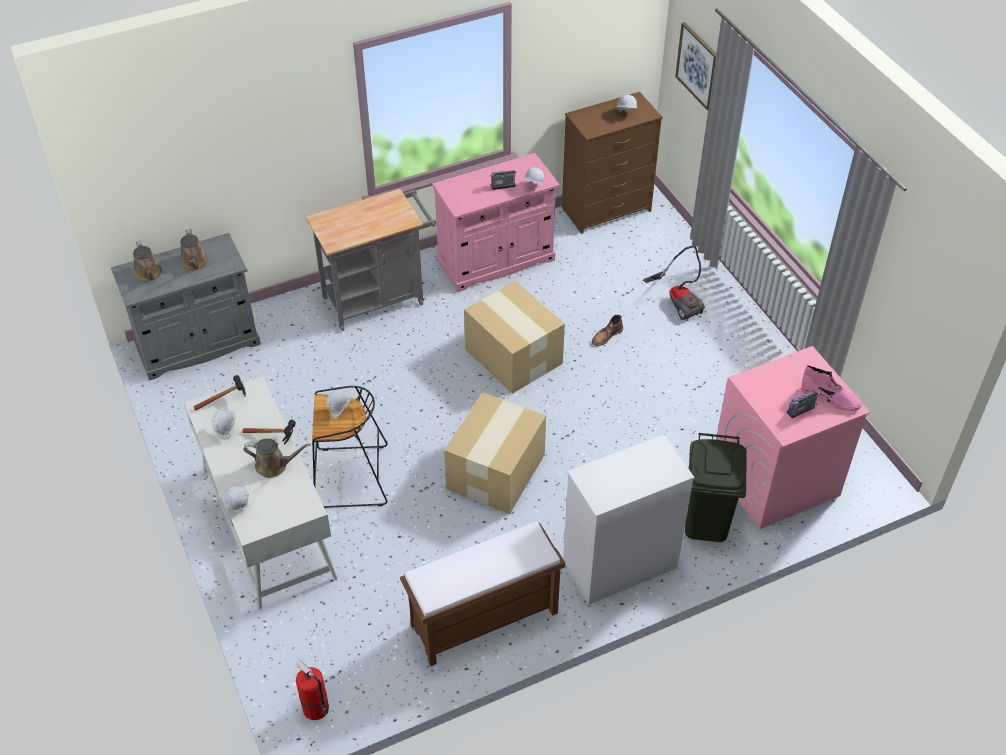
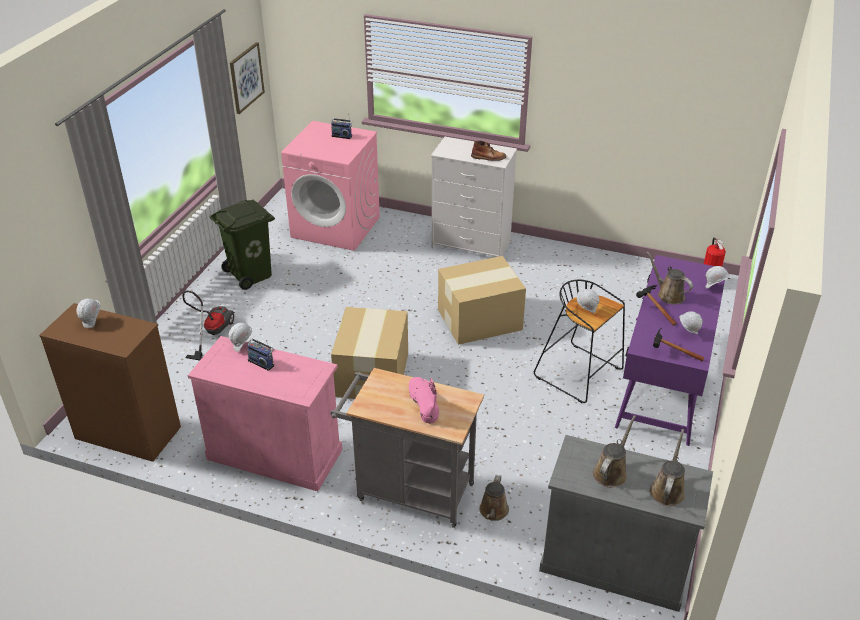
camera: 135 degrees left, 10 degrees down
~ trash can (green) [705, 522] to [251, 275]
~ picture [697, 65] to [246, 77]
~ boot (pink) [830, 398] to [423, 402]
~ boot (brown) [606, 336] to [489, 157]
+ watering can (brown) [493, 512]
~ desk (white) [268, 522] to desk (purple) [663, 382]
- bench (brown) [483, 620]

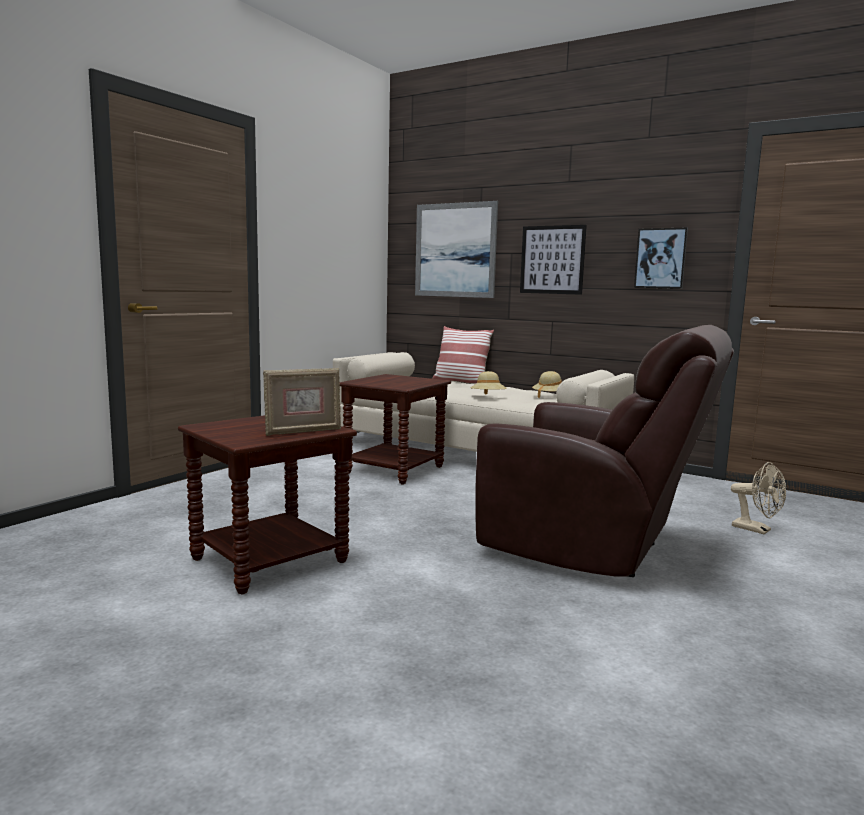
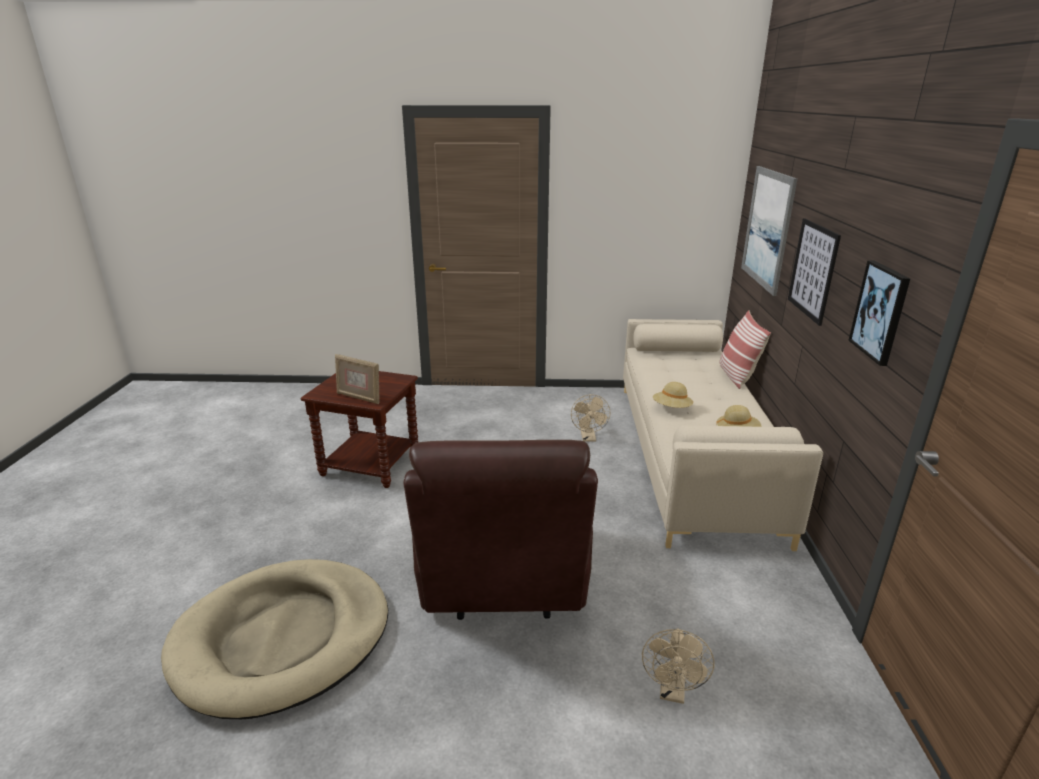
camera: 60 degrees right, 15 degrees up
+ dog bed (beige) [283, 639]
~ side table (brown) [393, 470] to fan (beige) [588, 438]

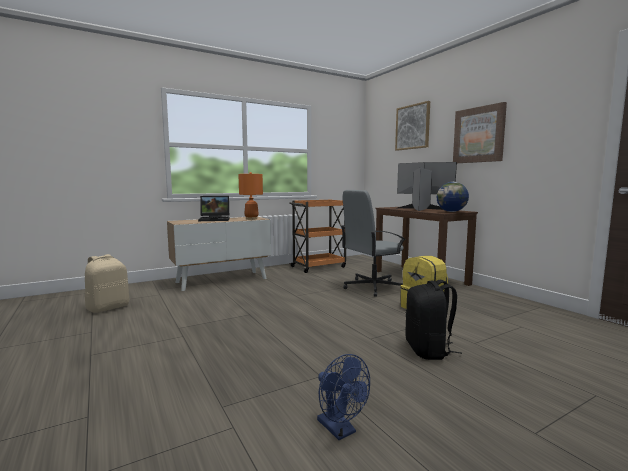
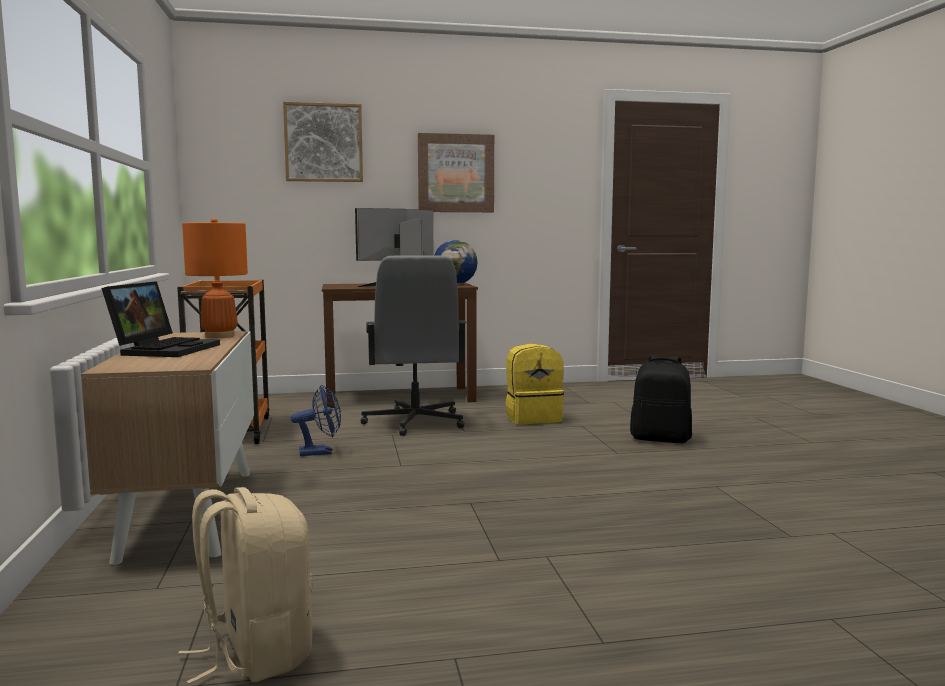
camera: 70 degrees left, 0 degrees up
~ fan (blue) [340, 430] to [321, 452]

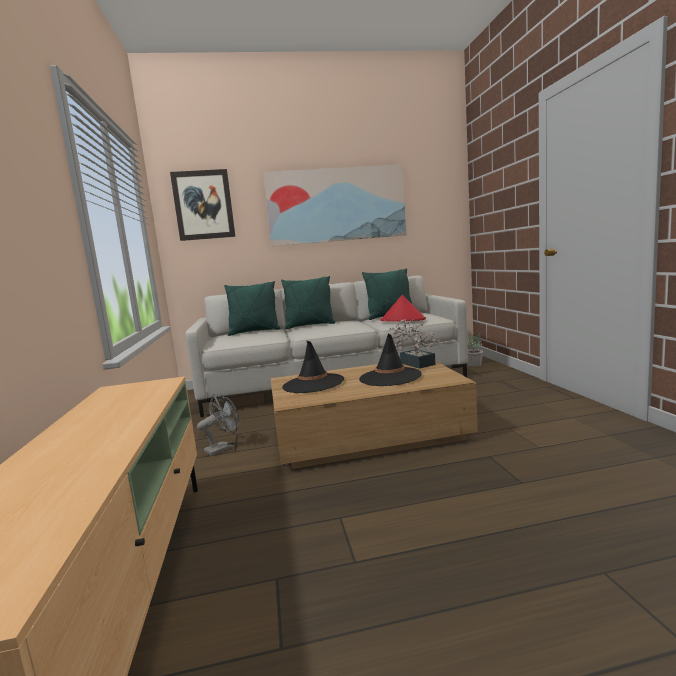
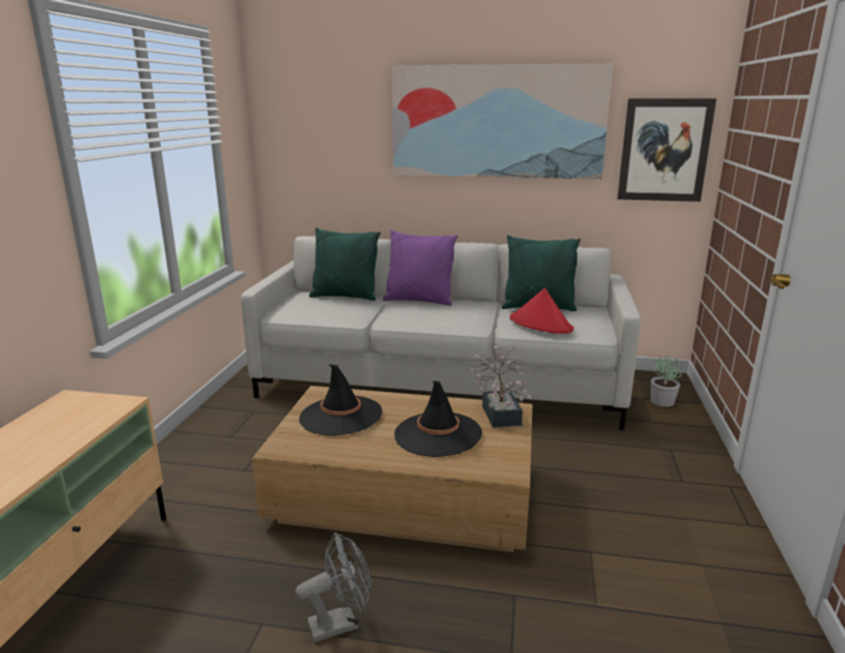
camera: 20 degrees right, 10 degrees up
~ fan (grey) [223, 448] to [341, 623]
~ pillow (green) [310, 325] to pillow (purple) [419, 301]
~ picture [203, 205] to [664, 150]

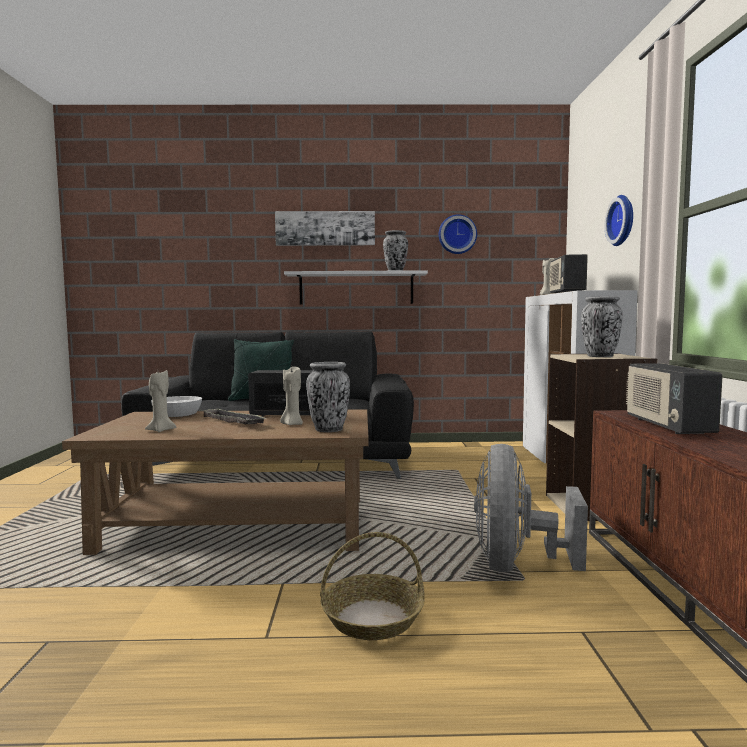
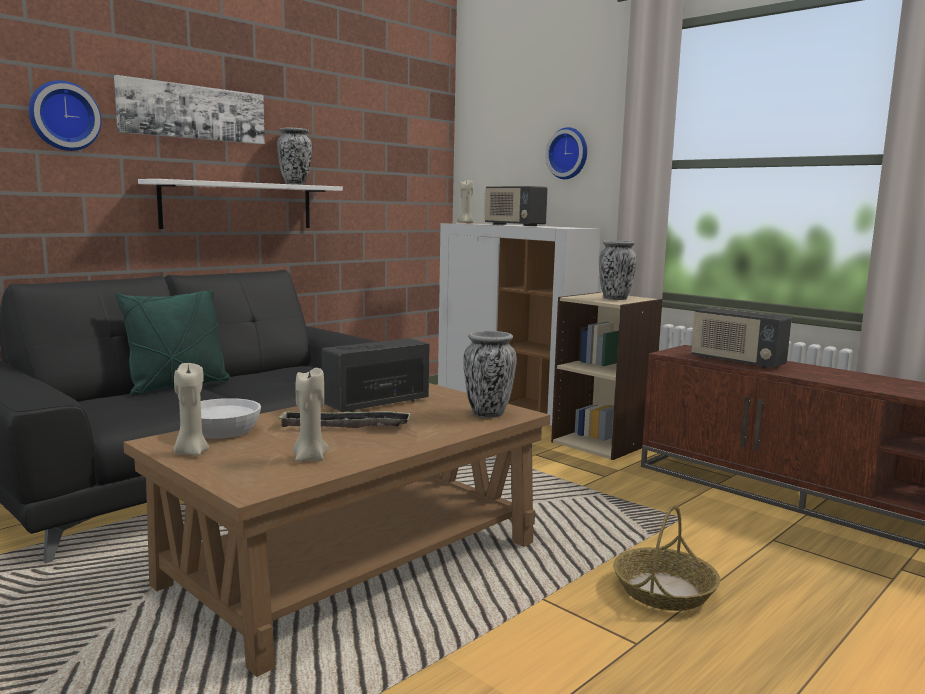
camera: 45 degrees left, 5 degrees up
~ wall clock [457, 234] to [63, 116]
~ candle (beige) [292, 424] to [191, 452]
- fan (grey) [516, 565]

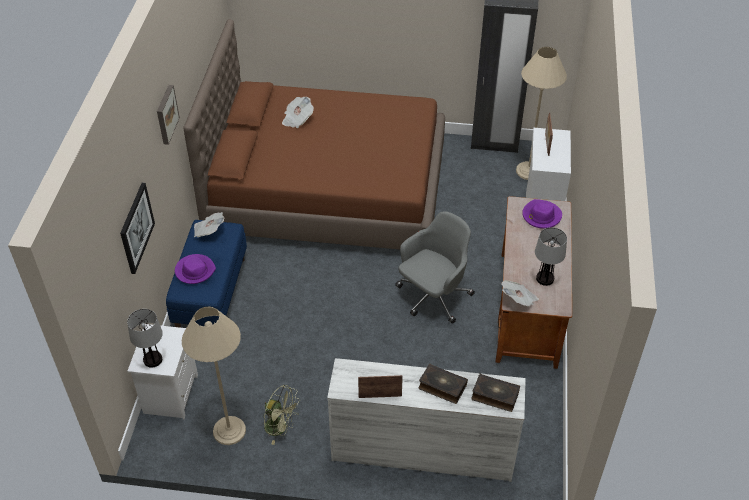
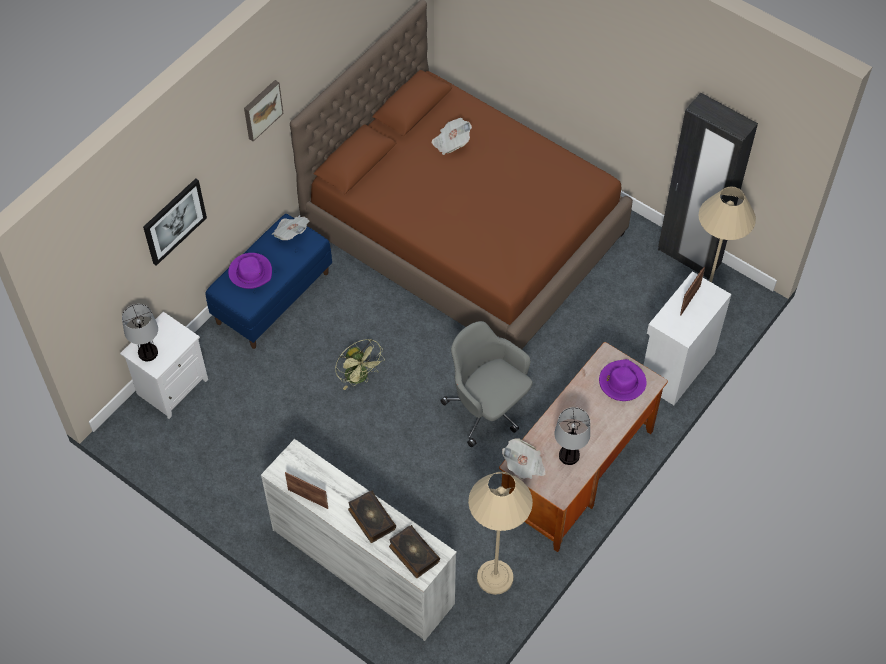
camera: 30 degrees right, 10 degrees up
~ fan (green) [280, 428] to [360, 377]
~ office chair (grey) [433, 297] = [488, 409] 120 degrees counterclockwise
~ floor lamp (beige) [229, 431] to [495, 577]

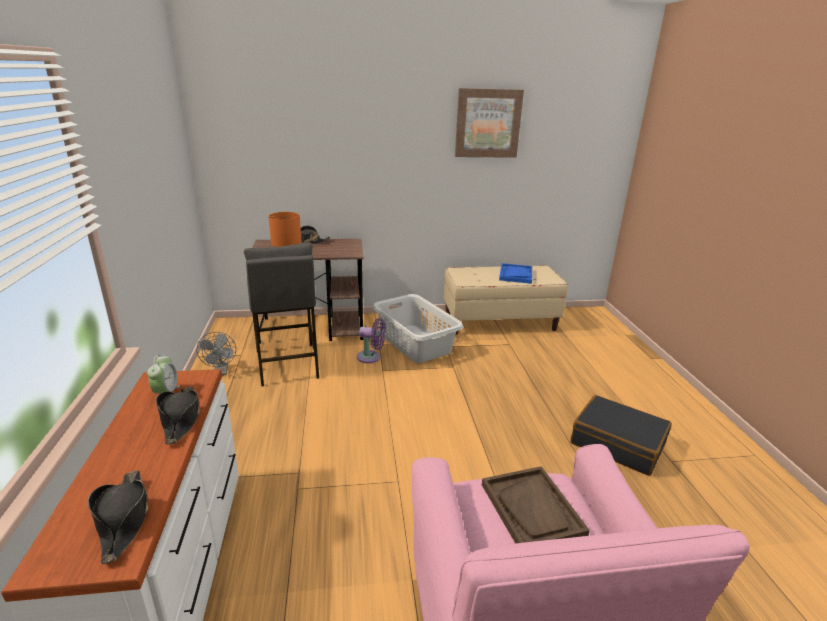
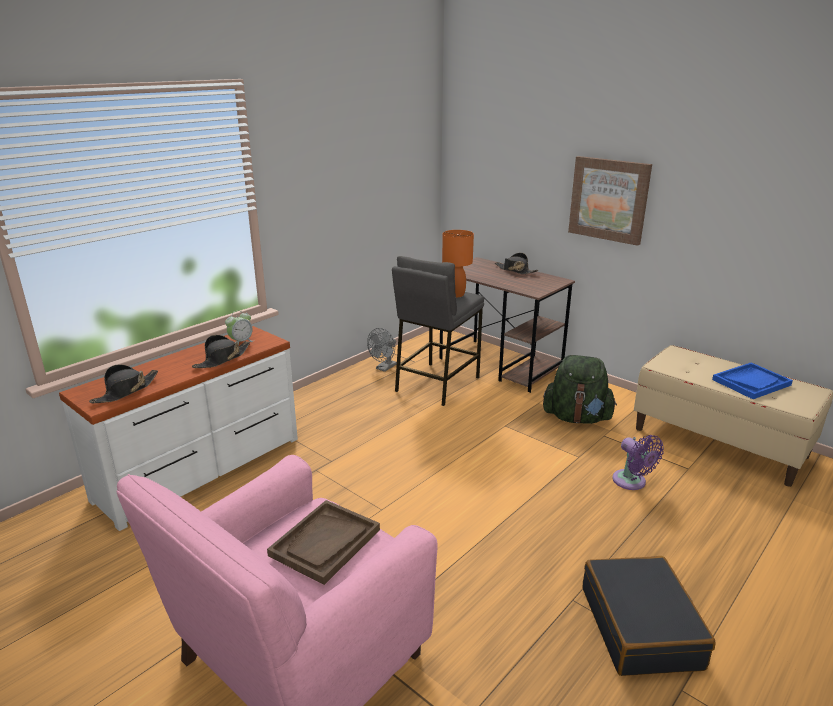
camera: 50 degrees right, 0 degrees up
~ laundry basket (grey) [415, 343] to backpack (green) [577, 418]
~ picture [487, 123] to [609, 199]
~ fan (purple) [371, 357] to [631, 482]

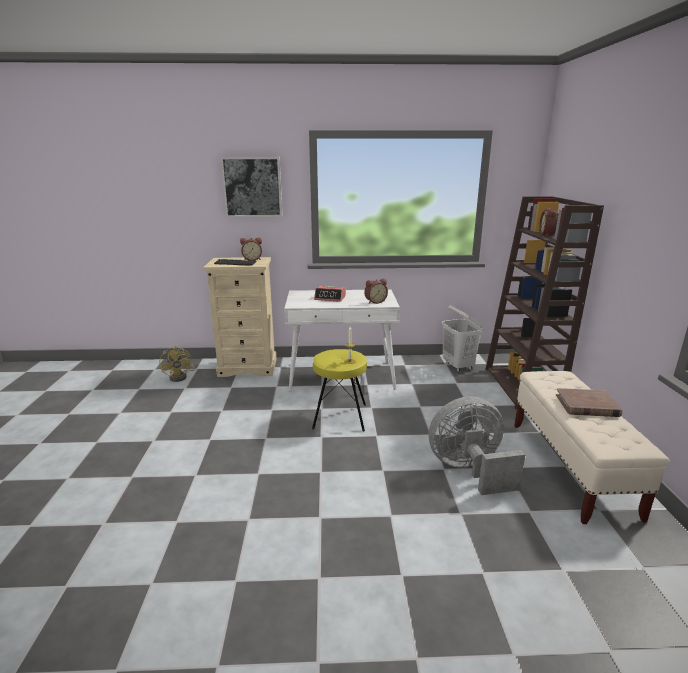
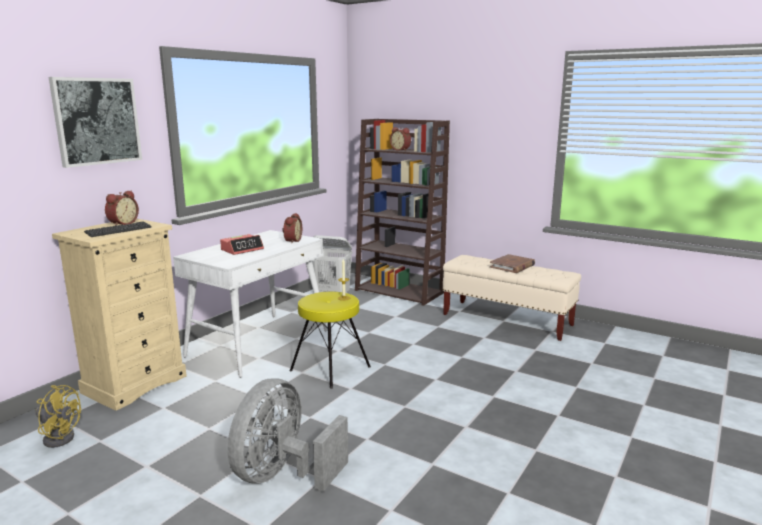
camera: 55 degrees left, 5 degrees down
~ fan (grey) [469, 470] to [283, 475]

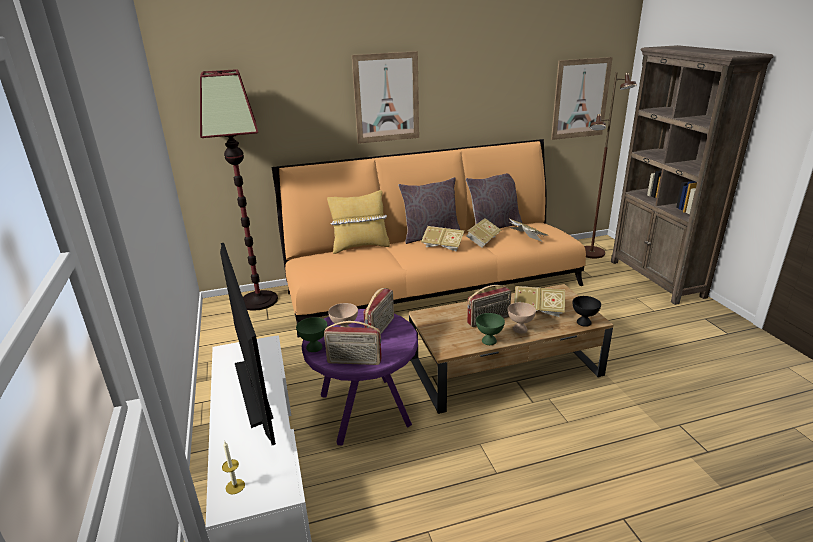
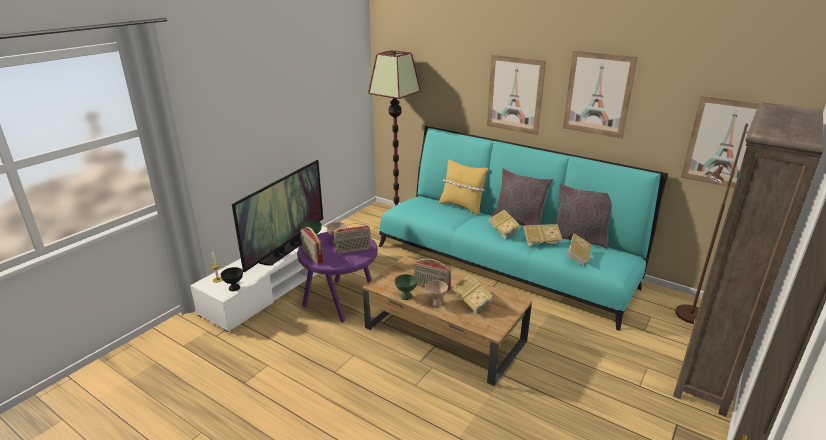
camera: 50 degrees right, 0 degrees up
~ bowl (black) [584, 322] to [234, 288]
~ sofa (orange) [433, 285] to sofa (turquoise) [504, 263]
+ picture [598, 94]

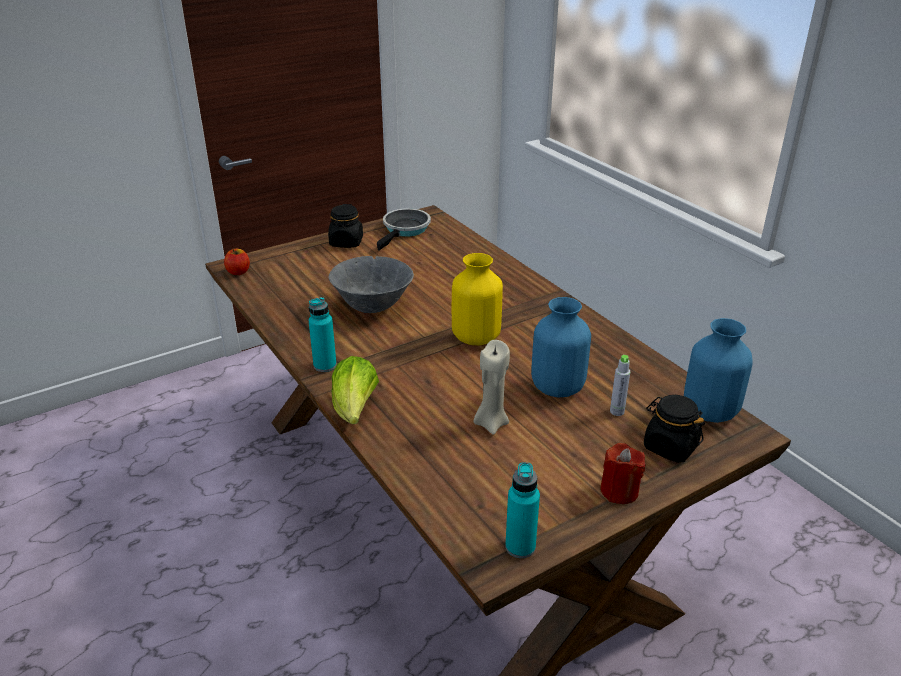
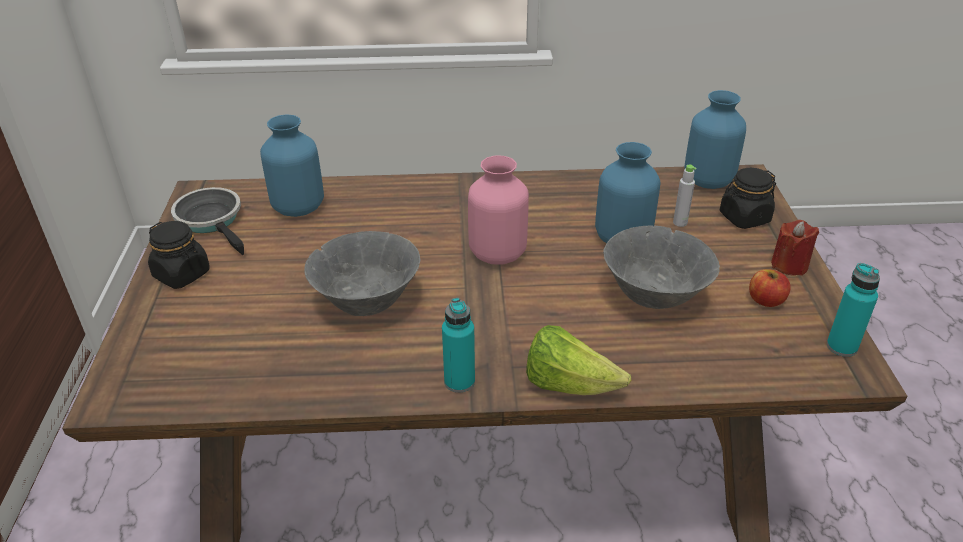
camera: 60 degrees left, 5 degrees up
+ vase (blue) [298, 207]
~ vase (yellow) [475, 337] to vase (pink) [497, 254]
~ candle (beige) [491, 423] to bowl (grey) [653, 298]
~ apple [238, 272] to [766, 300]

